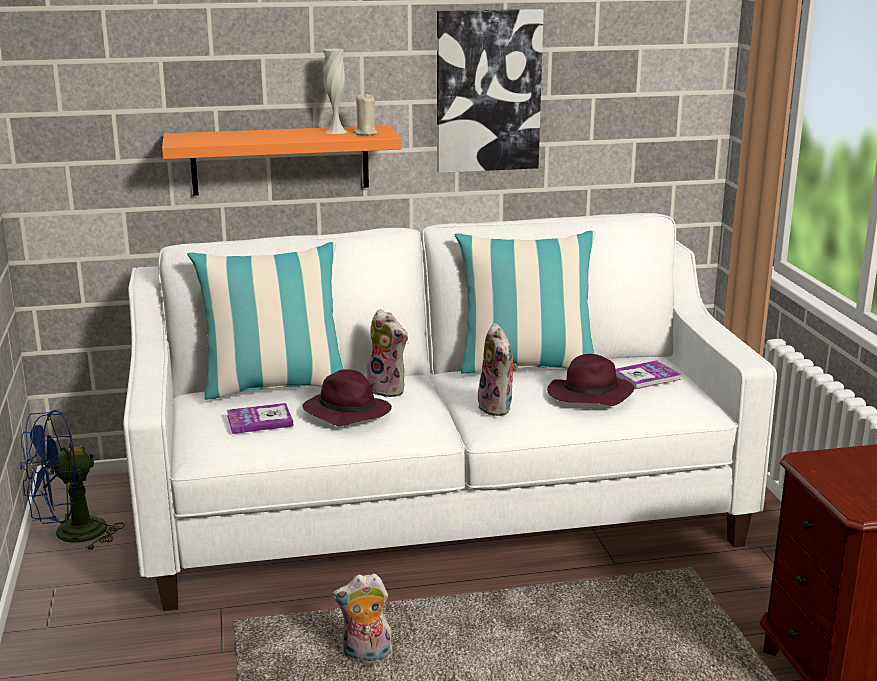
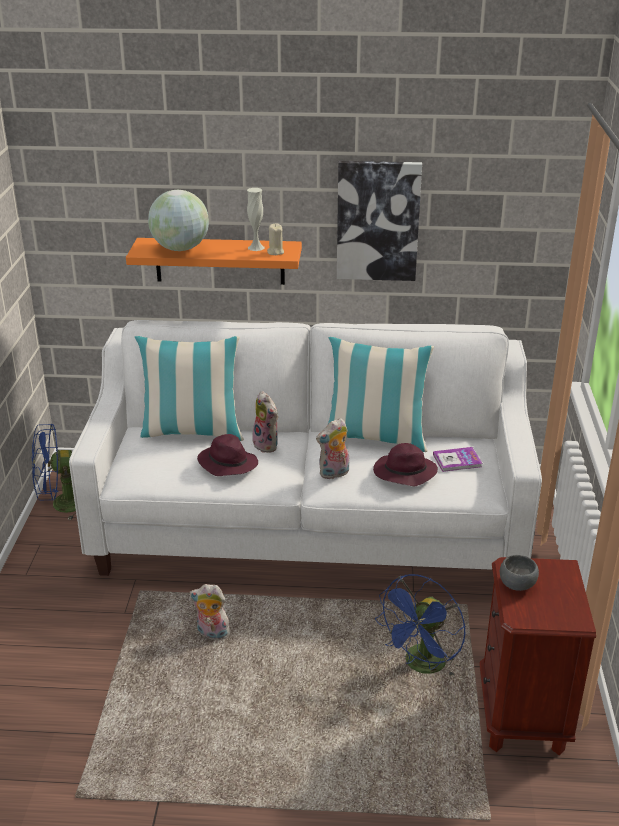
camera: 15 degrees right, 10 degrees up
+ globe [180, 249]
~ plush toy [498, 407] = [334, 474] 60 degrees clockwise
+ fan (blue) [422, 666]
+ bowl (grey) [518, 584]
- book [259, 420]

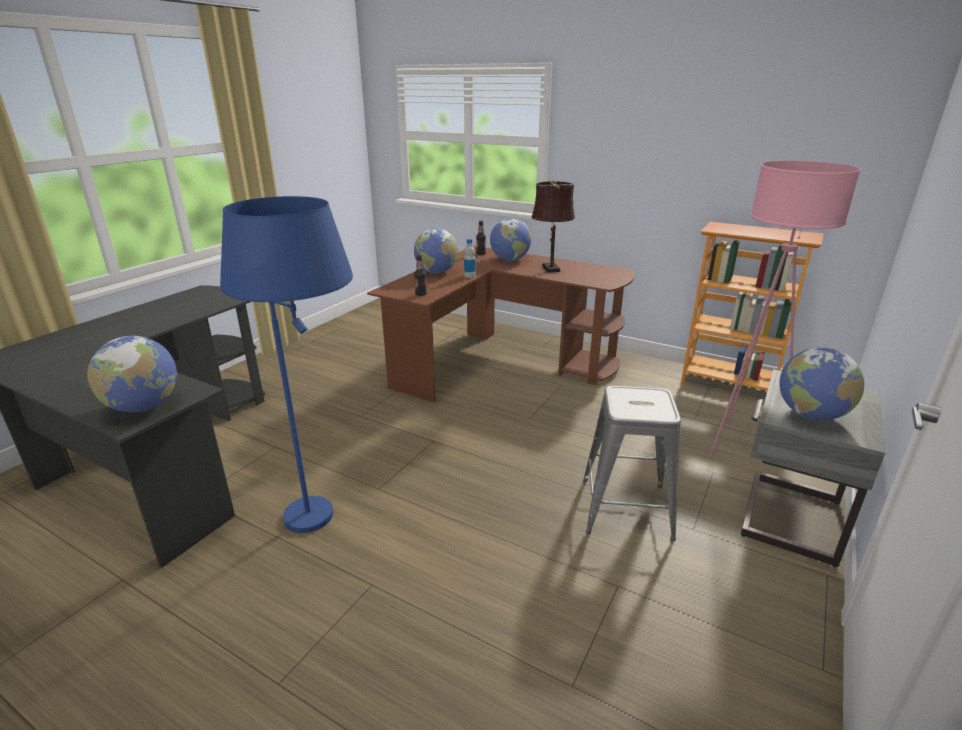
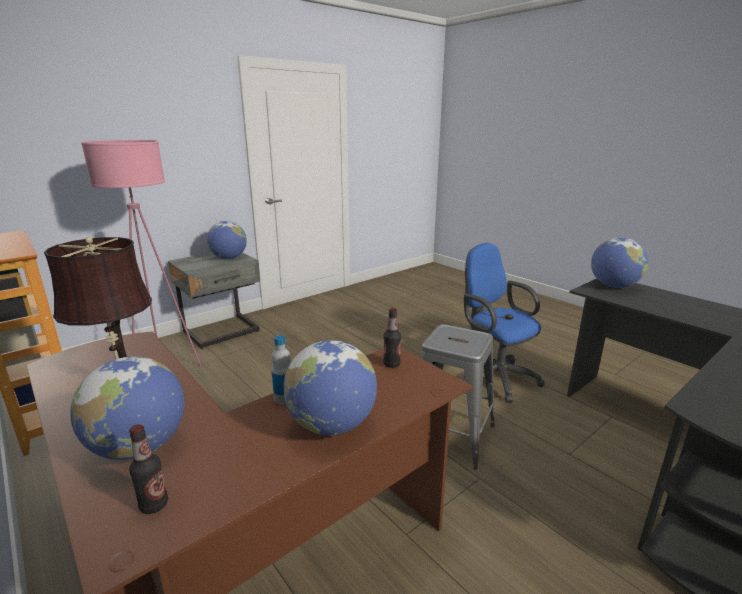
camera: 160 degrees left, 5 degrees down
~ stool (grey) [626, 508] to [450, 435]
~ floor lamp (blue) [327, 527] to office chair (blue) [494, 376]

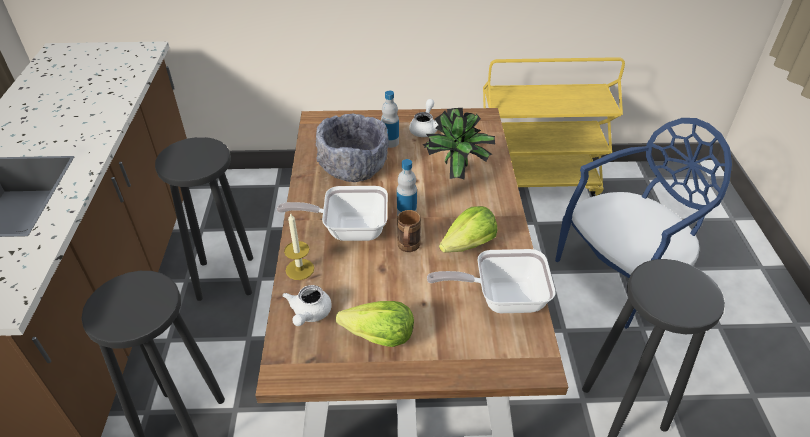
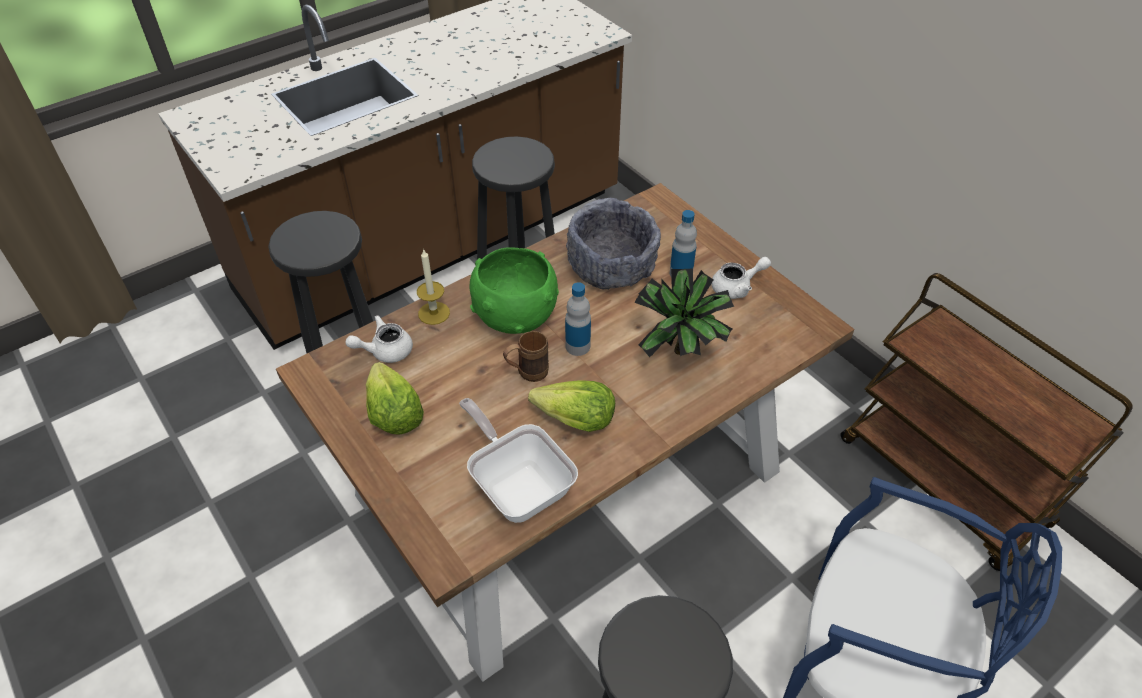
camera: 55 degrees right, 5 degrees up
~ frying pan [348, 229] to bowl (green) [515, 316]
~ cart (yellow) [535, 181] to cart (brown) [943, 483]

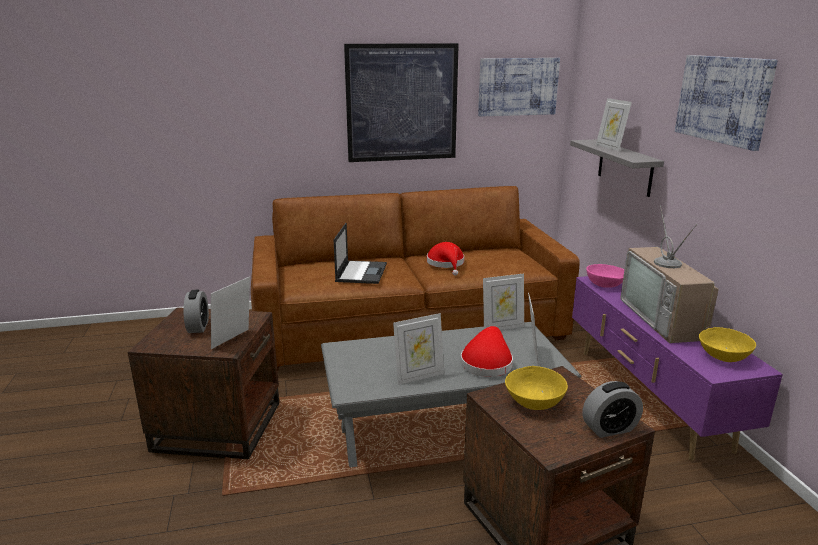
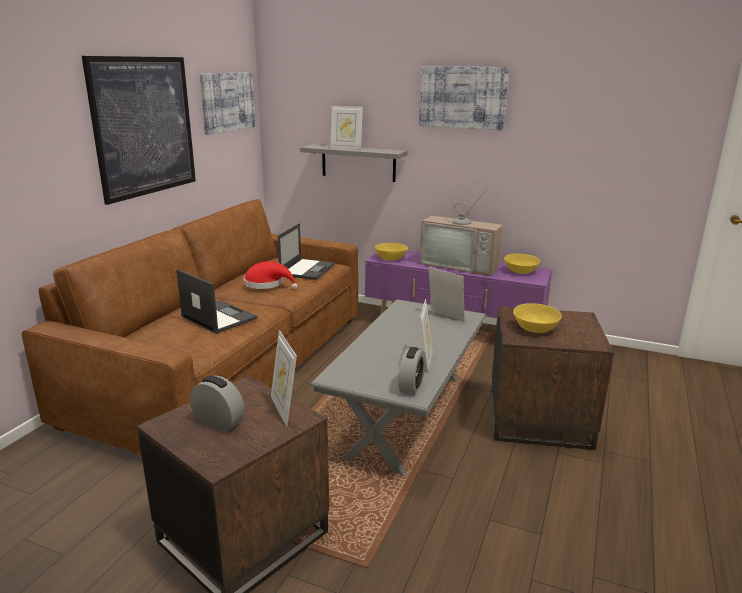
camera: 55 degrees left, 0 degrees up
+ laptop [307, 269]
~ bowl (pink) [605, 284] to bowl (yellow) [390, 258]
~ alarm clock [609, 429] to [411, 386]
- hat (red) [487, 362]
- picture frame [502, 327]

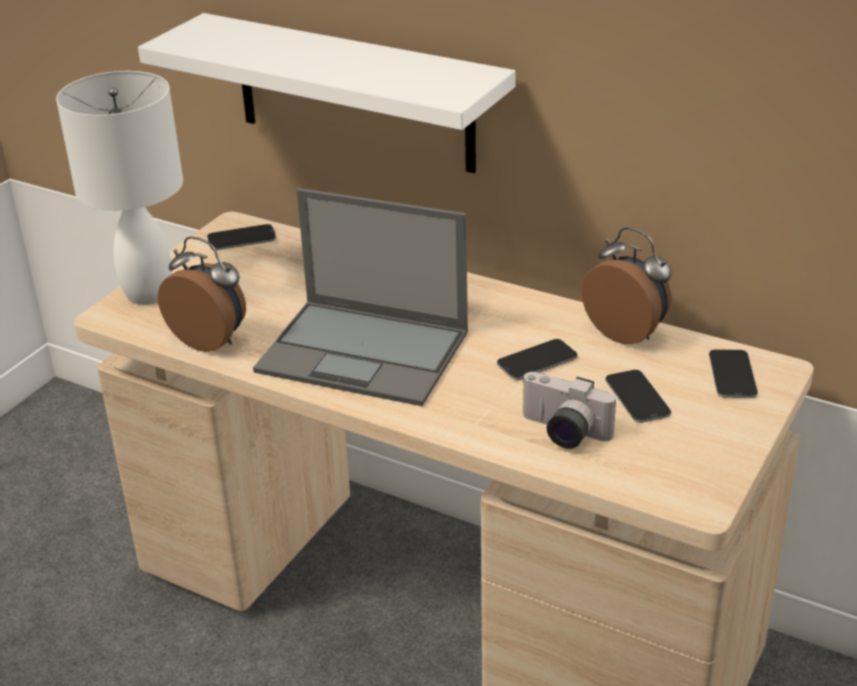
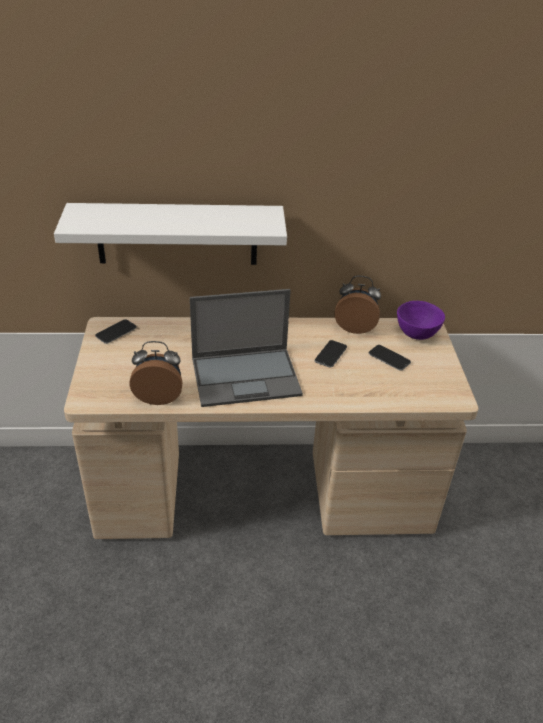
camera: 35 degrees left, 5 degrees up
~ phone [732, 375] to bowl (purple) [416, 334]
- table lamp (white) [150, 293]
- photo camera [562, 433]

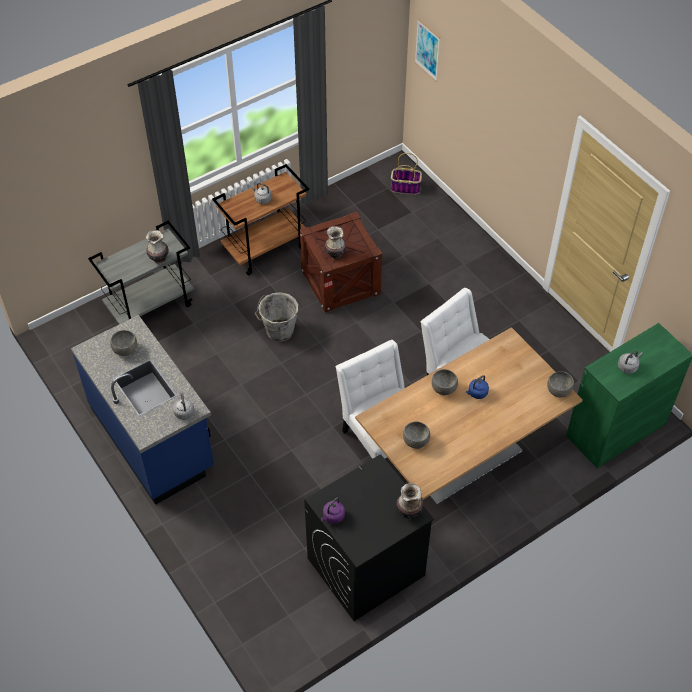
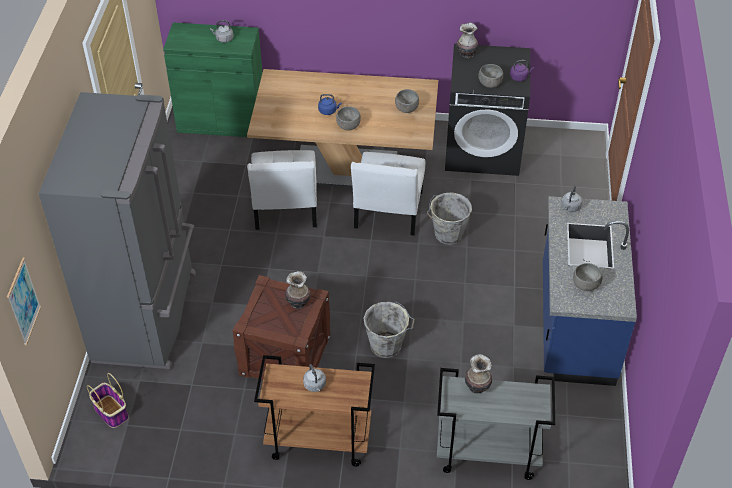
camera: 140 degrees left, 5 degrees down
+ fridge (grey) [148, 316]
+ bucket (grey) [447, 235]
~ bowl (grey) [558, 390] to [489, 84]

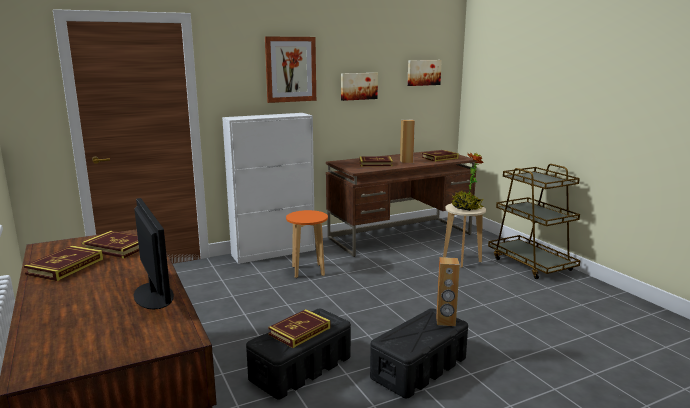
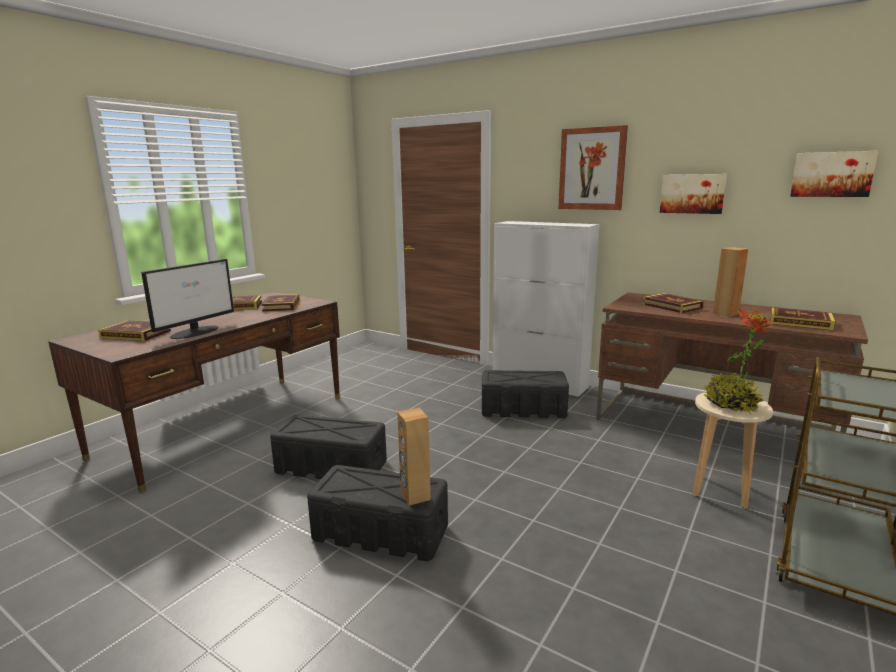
camera: 60 degrees right, 0 degrees up
~ book [299, 331] to [136, 334]
~ stool (orange) [308, 271] to storage box (black) [523, 409]

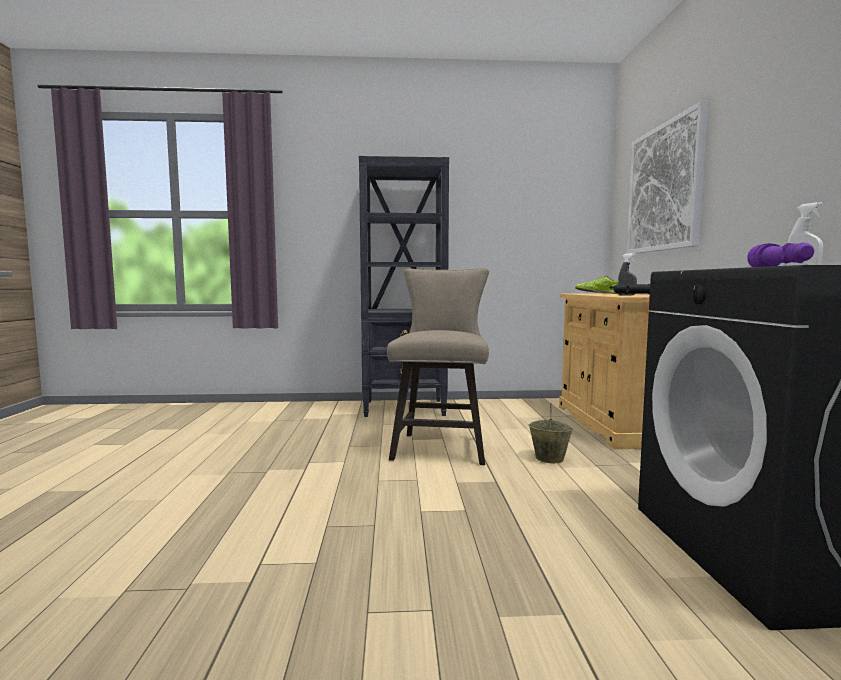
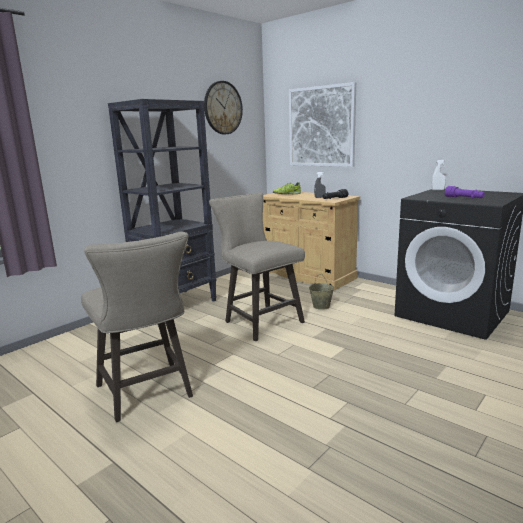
camera: 45 degrees left, 10 degrees up
+ stool (beige) [147, 394]
+ wall clock [223, 108]

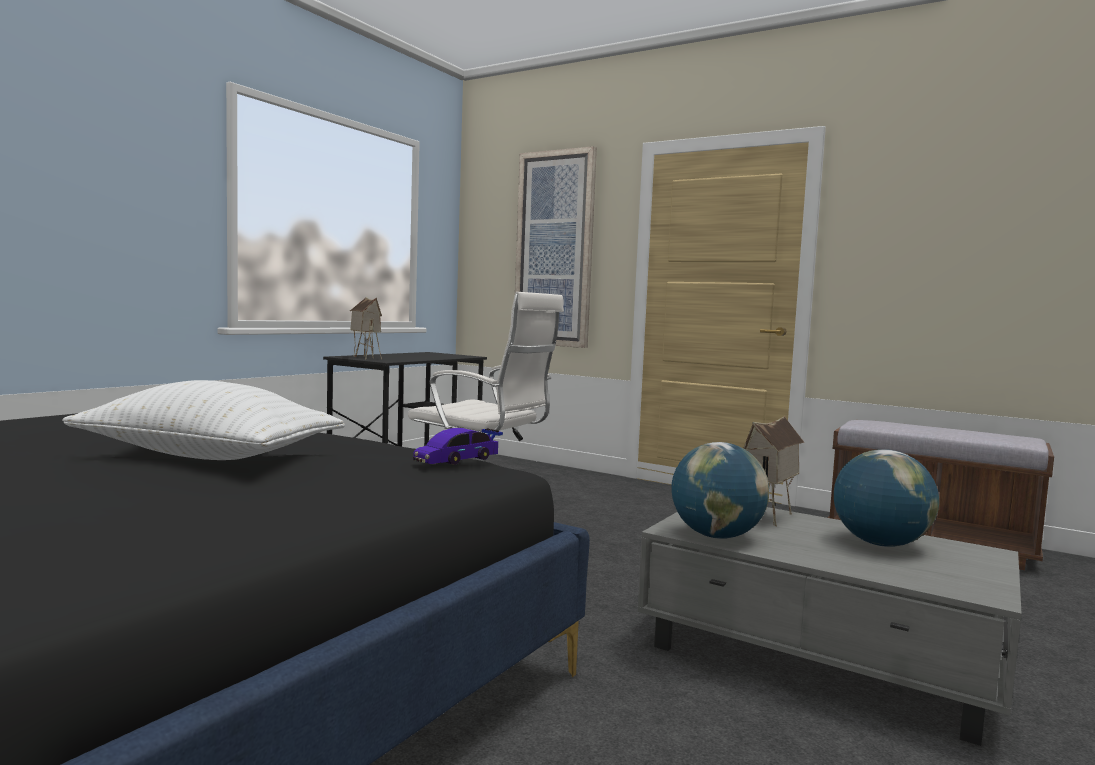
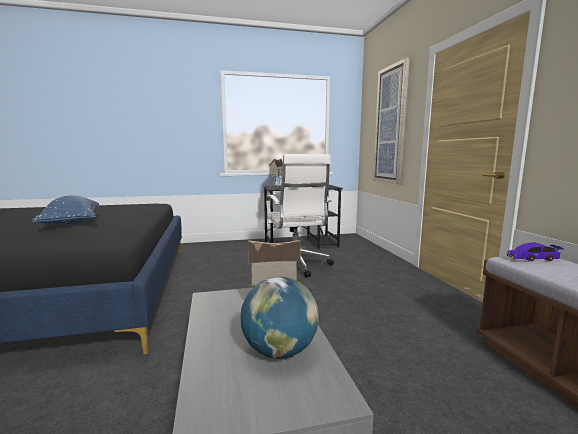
camera: 45 degrees right, 5 degrees up
~ pillow (white) [208, 456] to pillow (blue) [72, 223]
~ toy car [458, 459] to [533, 258]
- globe [716, 536]

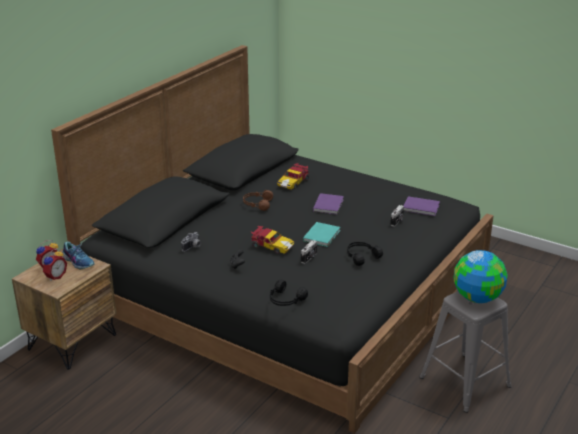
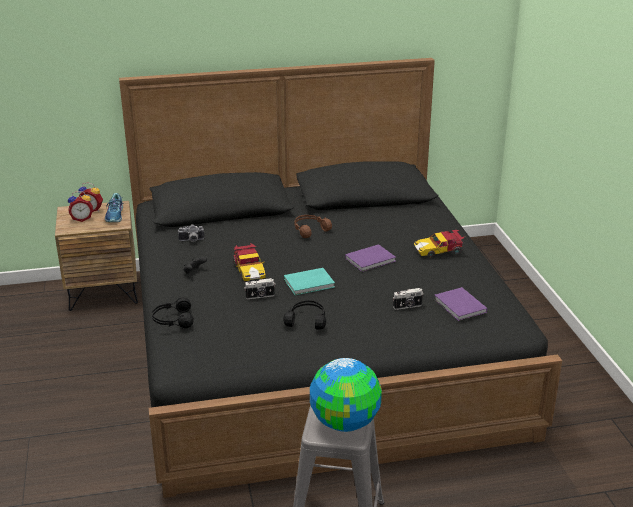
camera: 45 degrees right, 0 degrees up
~ toy car [293, 183] to [439, 251]

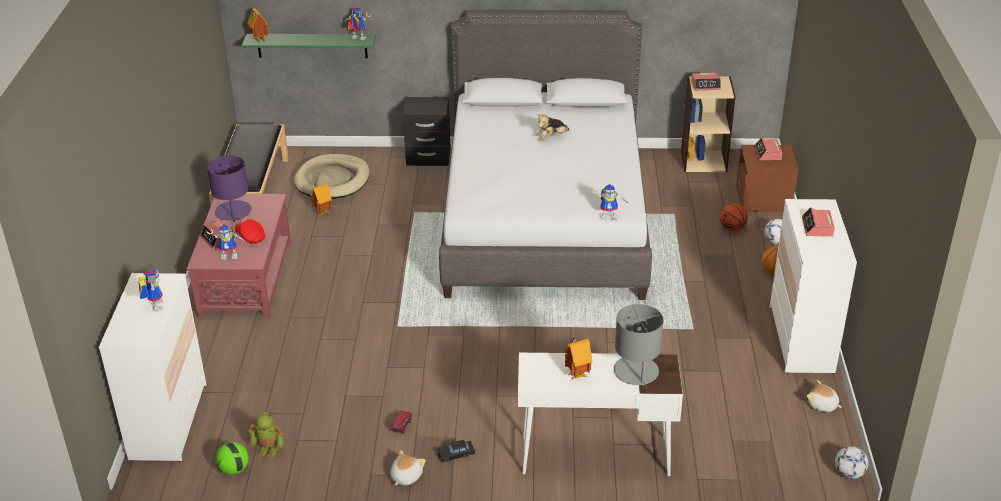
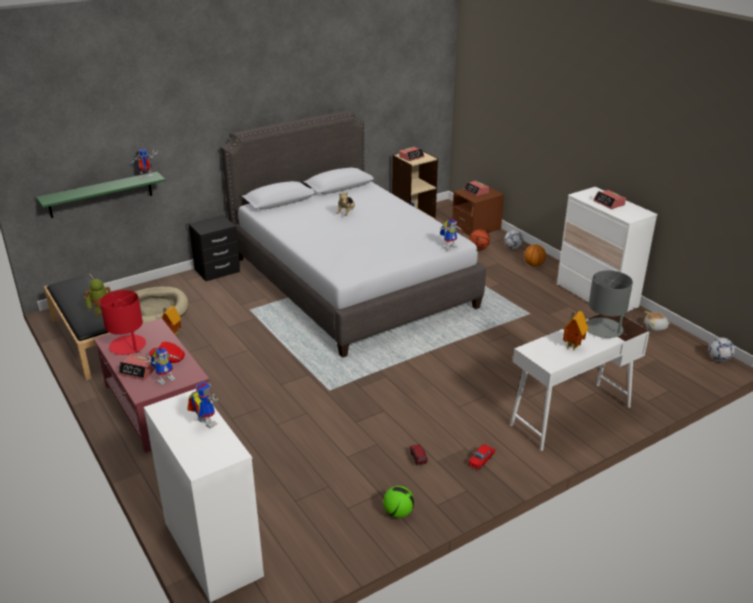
camera: 35 degrees left, 5 degrees down
~ toy robot [269, 449] to [101, 310]
~ table lamp (purple) [233, 212] to table lamp (red) [128, 346]
~ football [234, 469] to [398, 512]
~ toy car (black) [456, 454] to toy car (red) [481, 460]
- toy house [259, 40]
- plush toy [405, 476]

